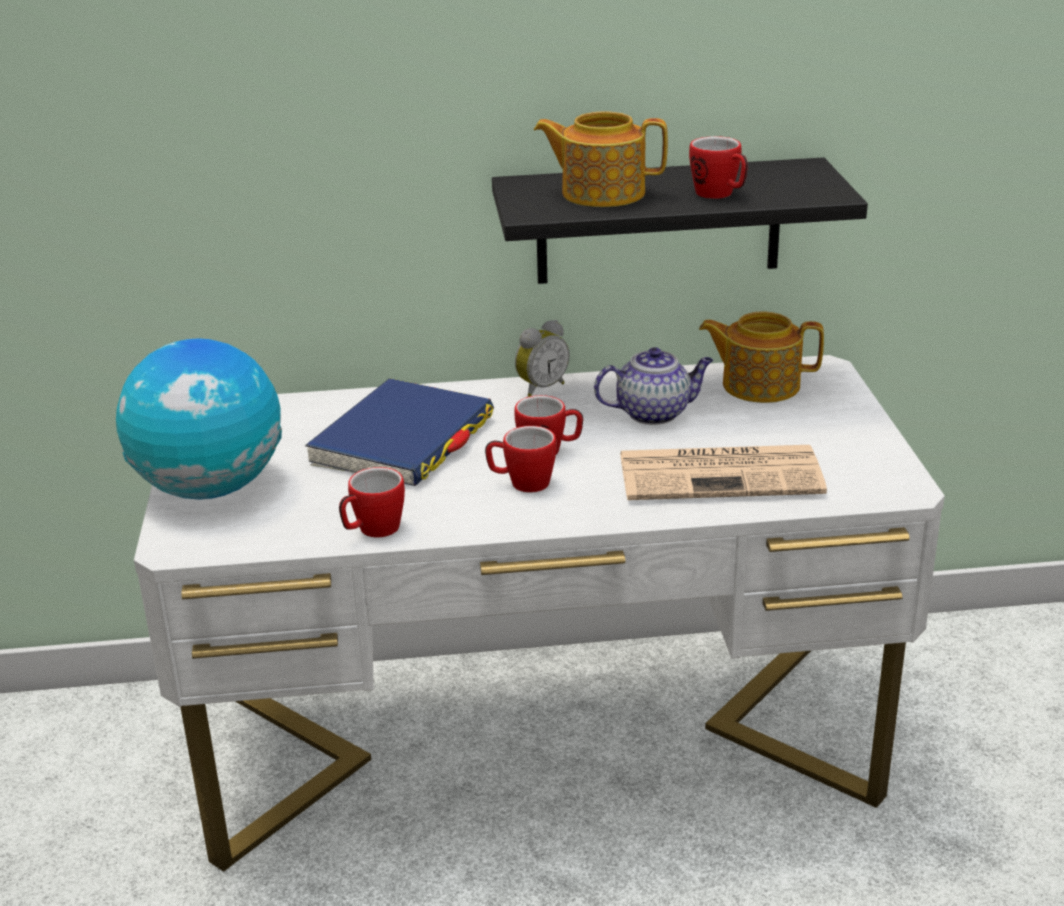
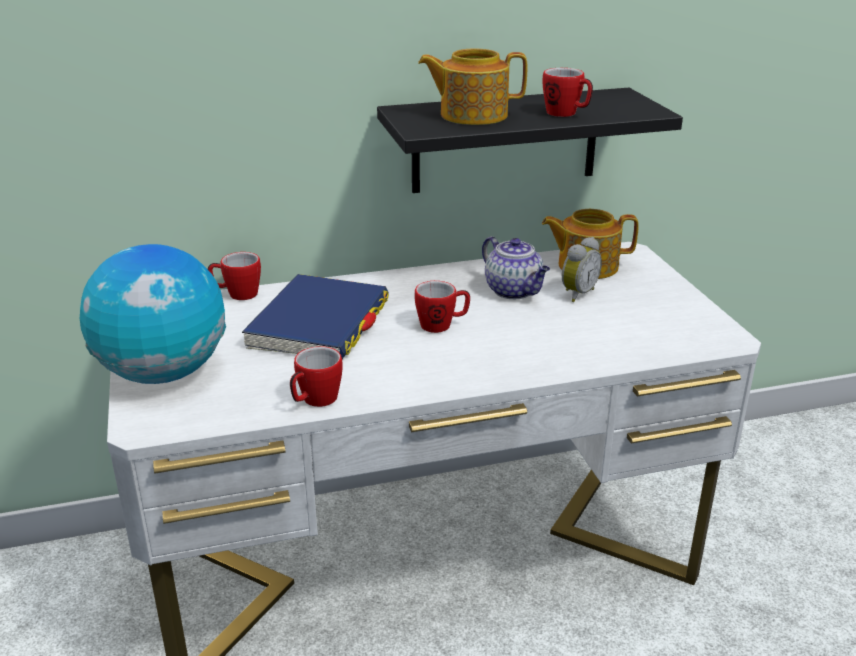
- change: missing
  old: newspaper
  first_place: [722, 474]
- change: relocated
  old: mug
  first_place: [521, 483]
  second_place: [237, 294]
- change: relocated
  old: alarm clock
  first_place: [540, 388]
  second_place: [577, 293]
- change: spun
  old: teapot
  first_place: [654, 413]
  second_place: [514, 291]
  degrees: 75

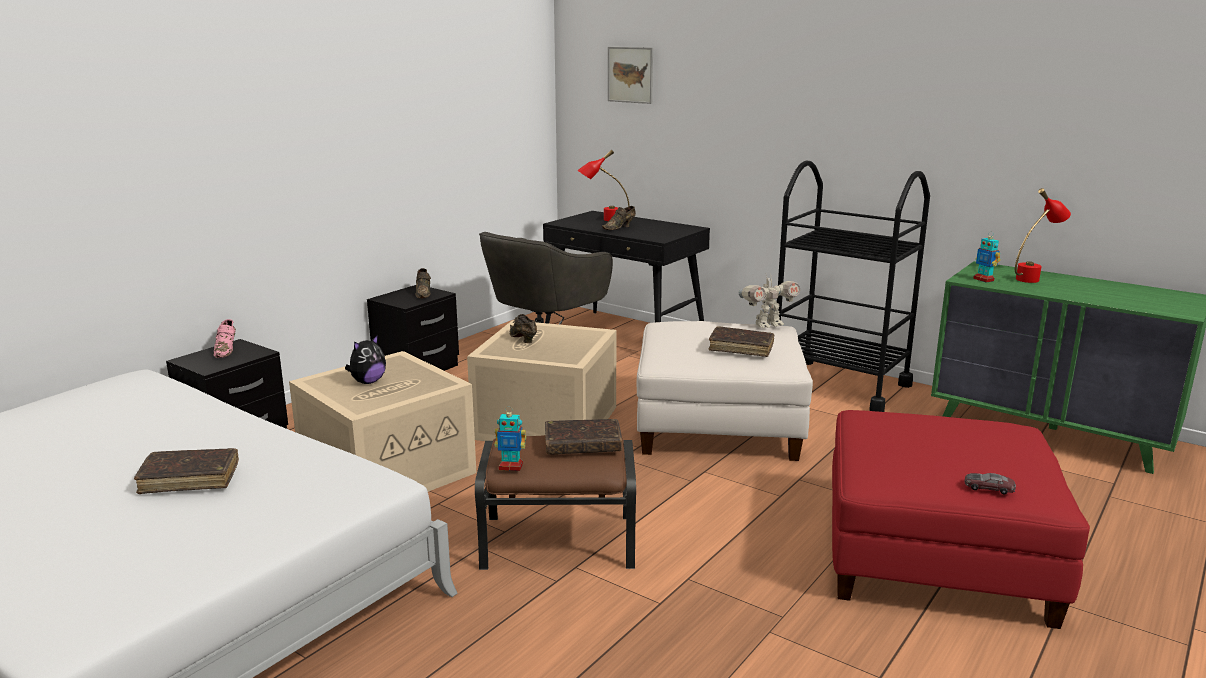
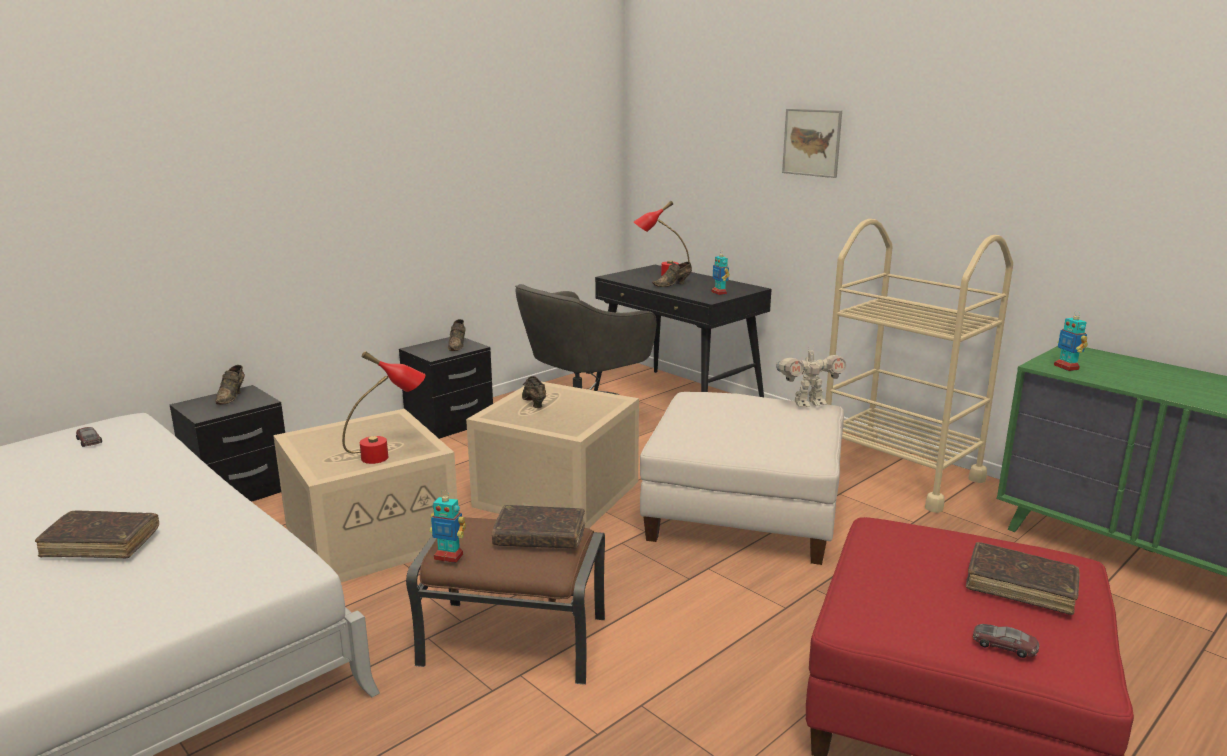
- change: missing
  old: plush toy
  first_place: [368, 382]
- change: appeared
  new: toy car
  second_place: [89, 441]
- change: appeared
  new: toy robot
  second_place: [719, 293]
- change: relocated
  old: picture
  first_place: [630, 75]
  second_place: [812, 142]
- change: relocated
  old: brown book
  first_place: [741, 348]
  second_place: [1020, 587]
- change: relocated
  old: red table lamp
  first_place: [1033, 278]
  second_place: [388, 456]
- change: colour
  old: pink shoe
  new: brown shoe
  first_place: [226, 350]
  second_place: [232, 397]
- change: colour
  old: black cart
  new: beige cart
  first_place: [839, 385]
  second_place: [898, 474]

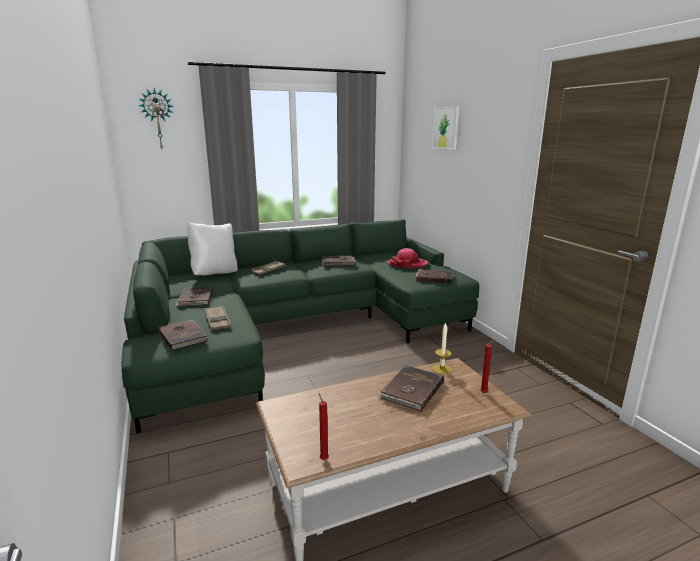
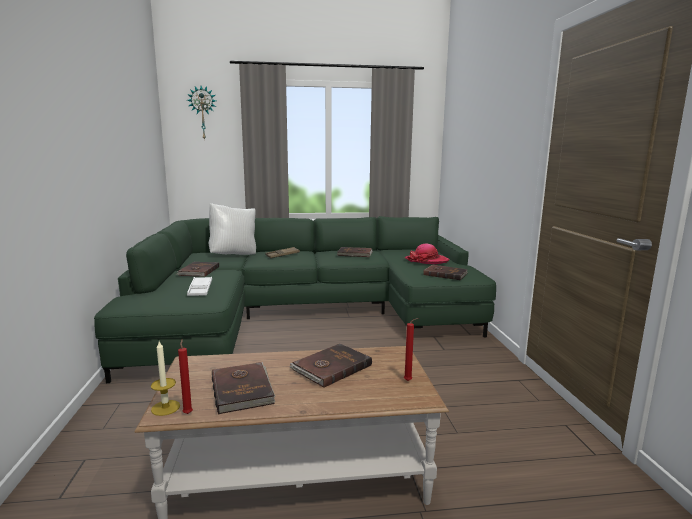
- change: missing
  old: picture
  first_place: [445, 128]
- change: relocated
  old: brown book
  first_place: [183, 336]
  second_place: [243, 389]
- change: relocated
  old: candle
  first_place: [442, 369]
  second_place: [165, 407]
- change: colour
  old: brown tray
  new: white tray
  first_place: [217, 321]
  second_place: [200, 289]

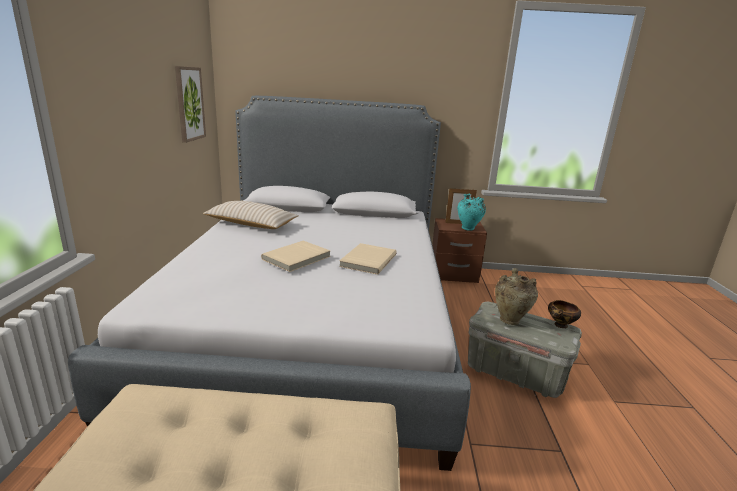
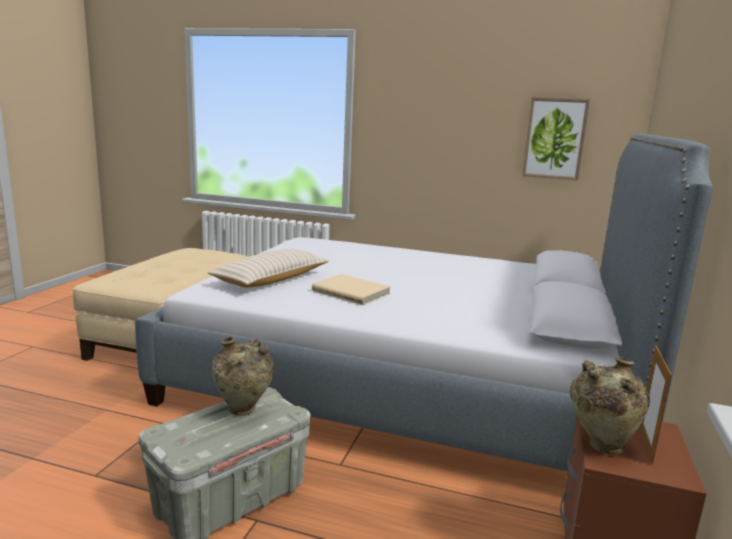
- change: missing
  old: beige book
  first_place: [297, 258]
- change: missing
  old: bowl
  first_place: [560, 325]
- change: relocated
  old: beige pillow
  first_place: [251, 224]
  second_place: [271, 280]
- change: colour
  old: turquoise vase
  new: beige vase
  first_place: [468, 229]
  second_place: [600, 446]

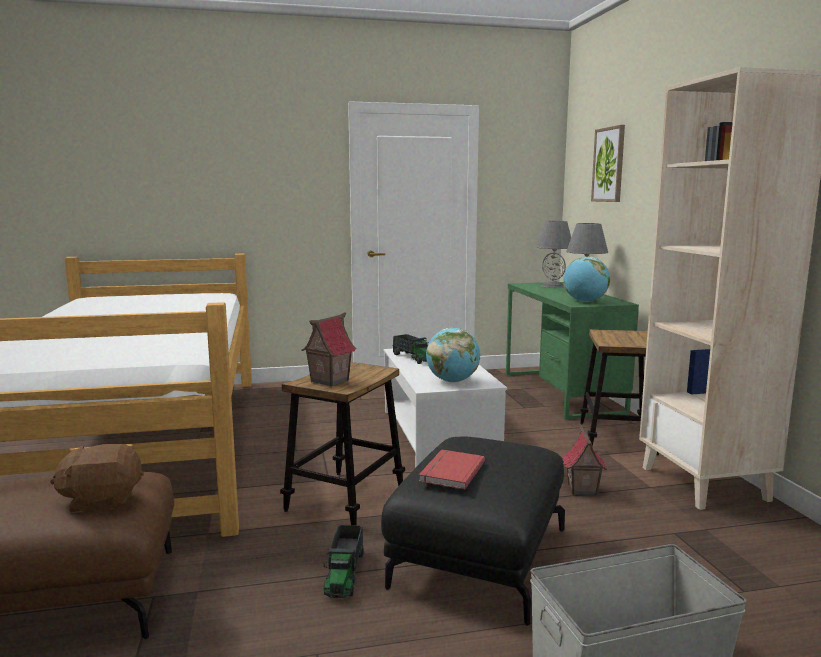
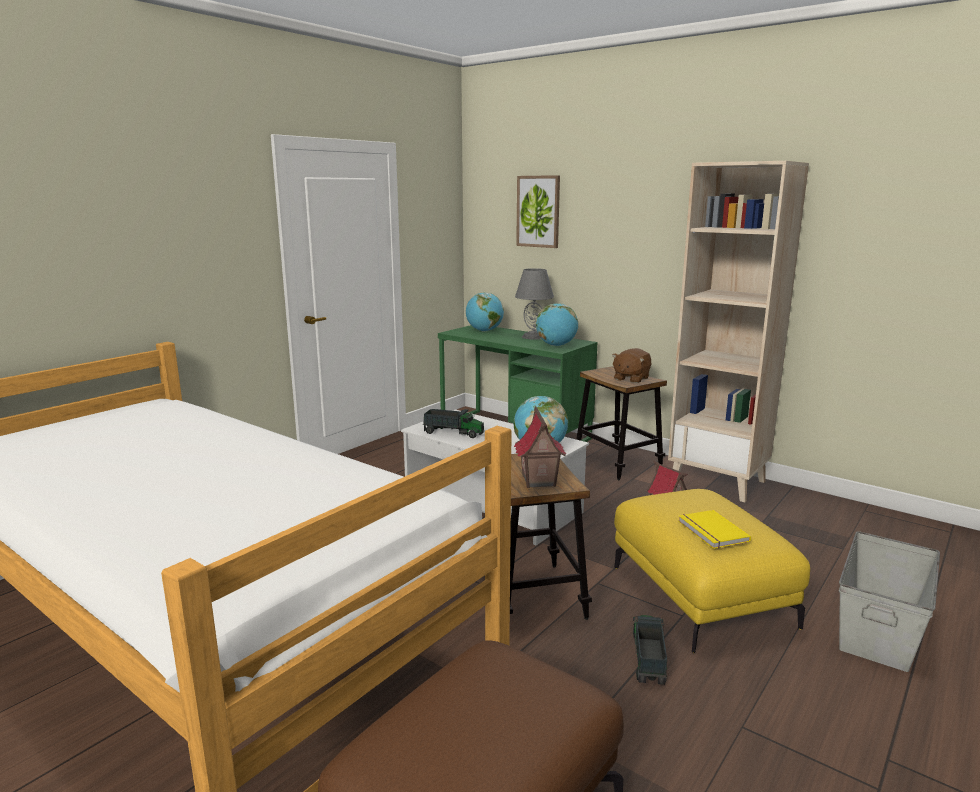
- change: relocated
  old: brown plush toy
  first_place: [102, 500]
  second_place: [630, 379]
- change: exchanged
  old: grey table lamp
  new: globe
  first_place: [552, 286]
  second_place: [484, 331]
- change: colour
  old: black ottoman
  new: yellow ottoman
  first_place: [478, 556]
  second_place: [698, 596]
- change: colour
  old: red book
  new: yellow book
  first_place: [450, 471]
  second_place: [711, 532]
- change: spun
  old: toy truck
  first_place: [345, 574]
  second_place: [648, 658]
  degrees: -135

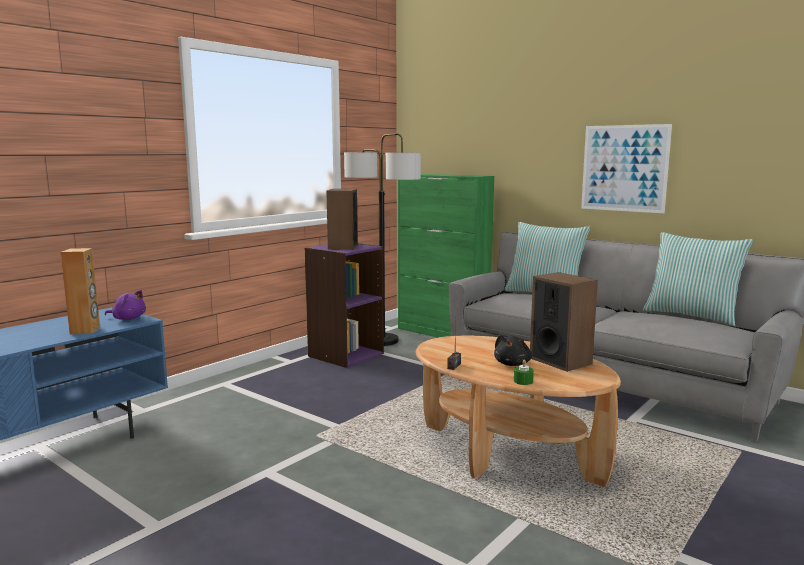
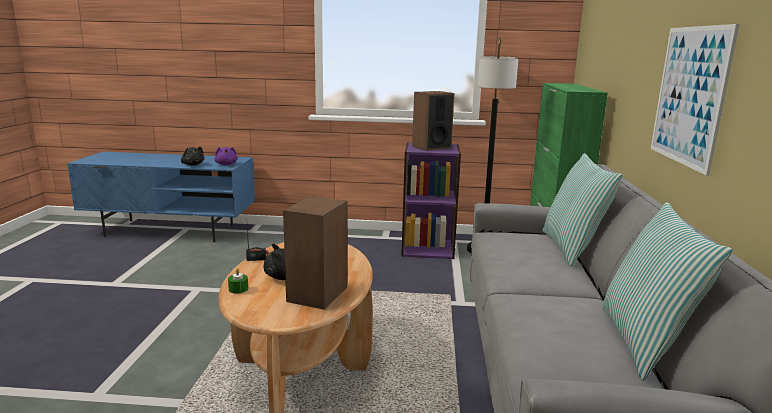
- change: exchanged
  old: brown speaker
  new: black plush toy
  first_place: [85, 330]
  second_place: [193, 165]

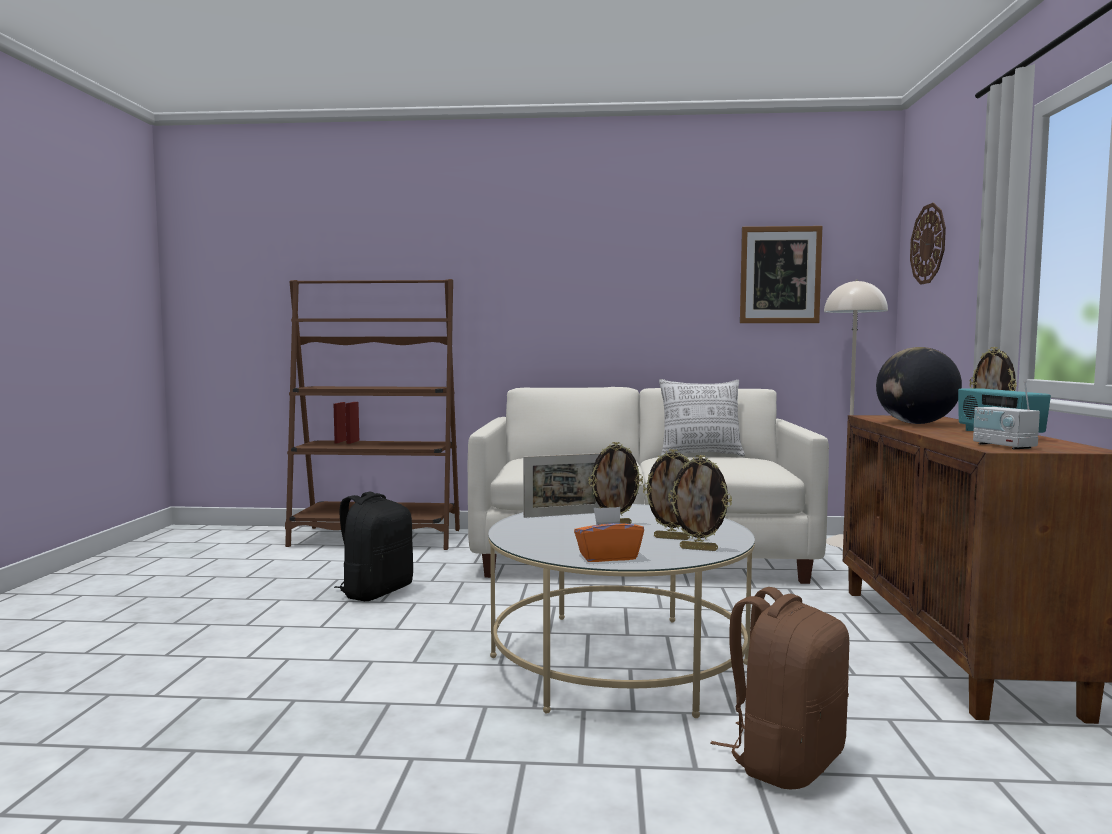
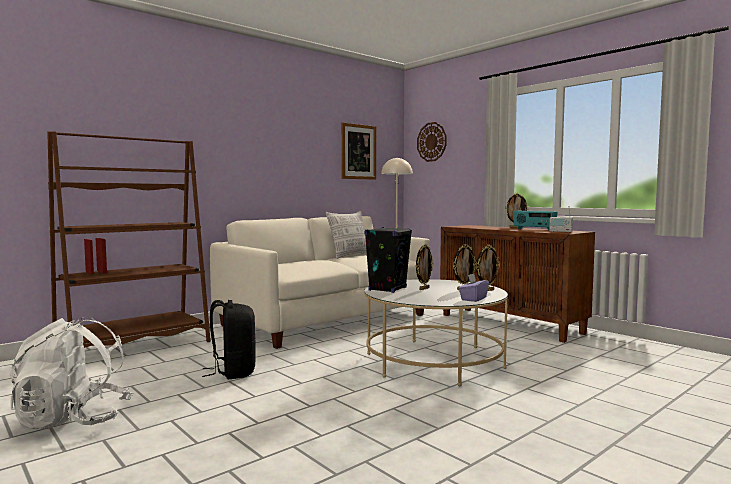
- change: missing
  old: brown backpack
  first_place: [784, 760]
- change: missing
  old: globe
  first_place: [916, 423]
- change: appeared
  new: white backpack
  second_place: [73, 420]
- change: exchanged
  old: picture frame
  new: black speaker
  first_place: [564, 514]
  second_place: [387, 289]
- change: colour
  old: orange tissue box
  new: purple tissue box
  first_place: [608, 557]
  second_place: [473, 299]

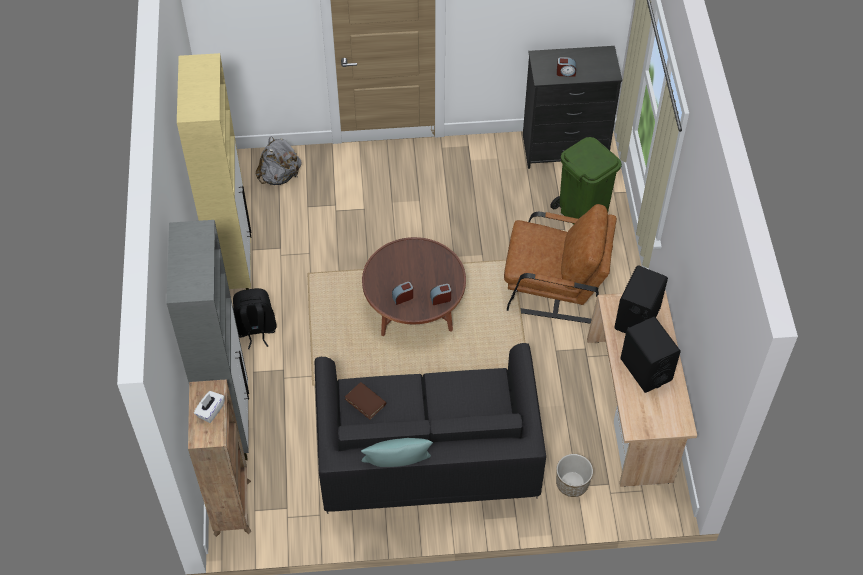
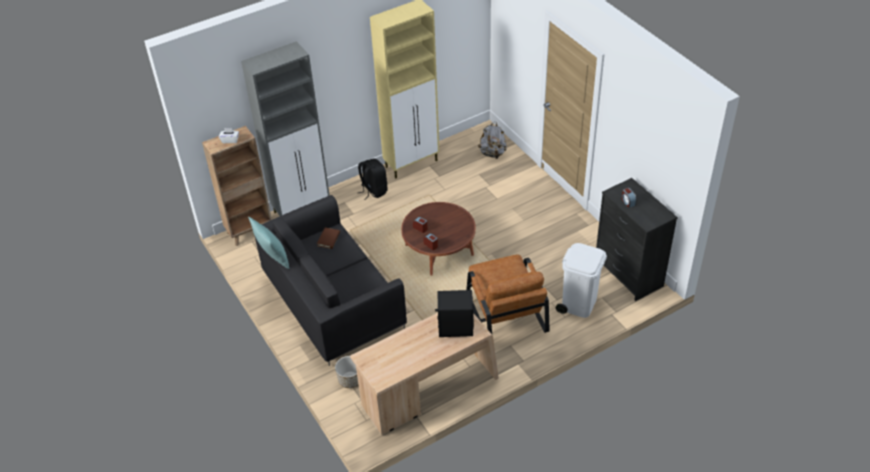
- change: missing
  old: black speaker
  first_place: [645, 369]
- change: colour
  old: green trash can
  new: white trash can
  first_place: [582, 212]
  second_place: [579, 303]

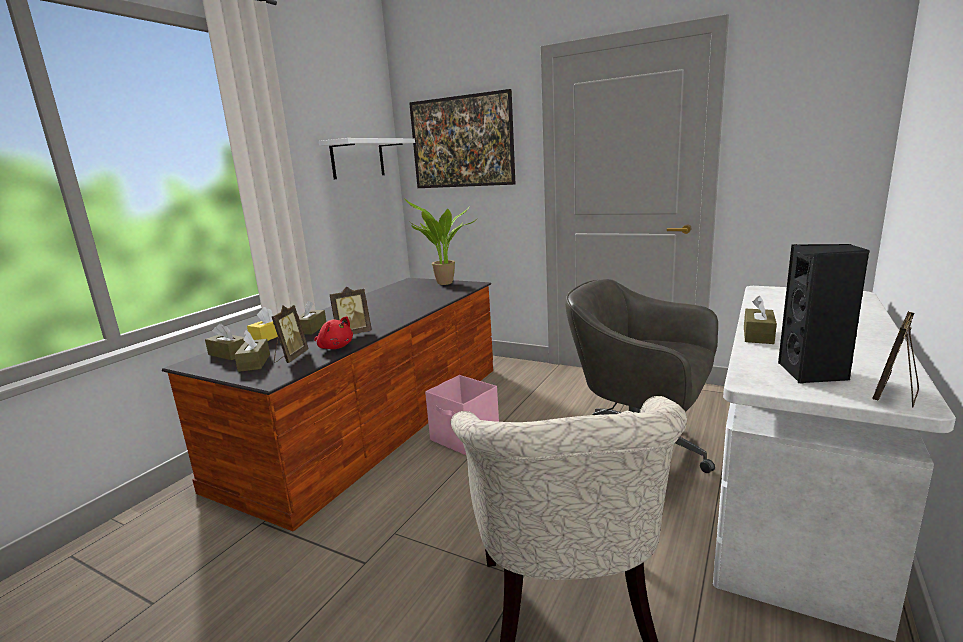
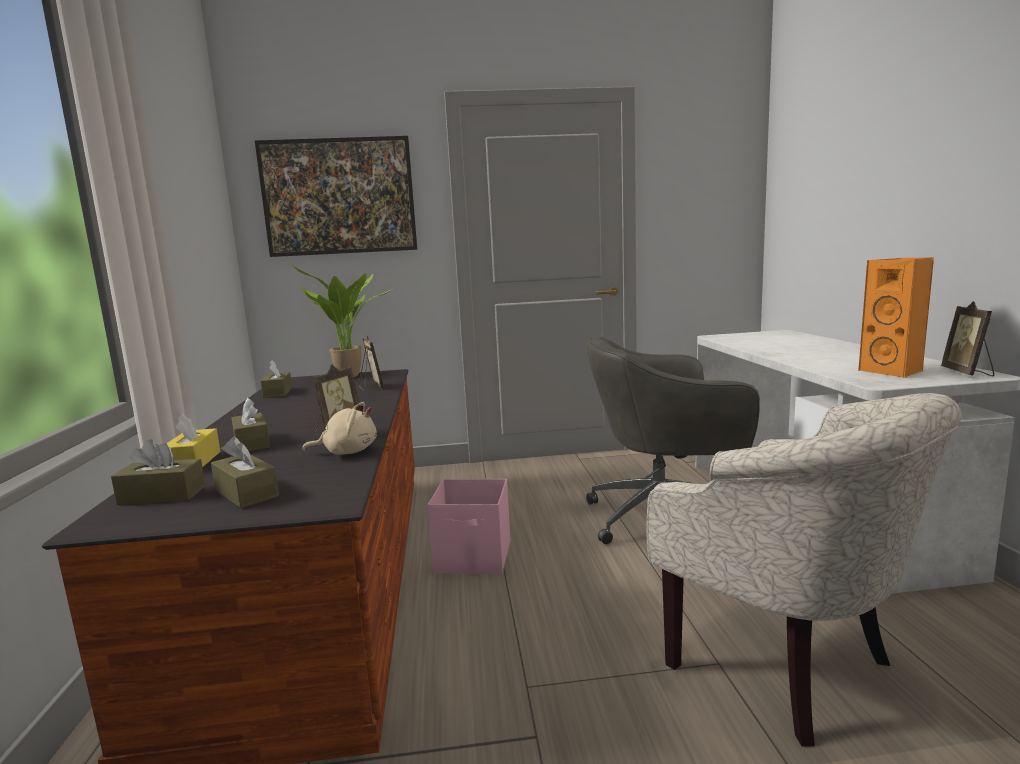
- change: missing
  old: white shelf
  first_place: [358, 159]
- change: relocated
  old: picture frame
  first_place: [291, 357]
  second_place: [371, 388]
- change: relocated
  old: brown tissue box
  first_place: [758, 335]
  second_place: [278, 392]
- change: colour
  old: red plush toy
  new: beige plush toy
  first_place: [335, 347]
  second_place: [347, 452]
- change: colour
  old: black speaker
  new: orange speaker
  first_place: [813, 373]
  second_place: [894, 371]

